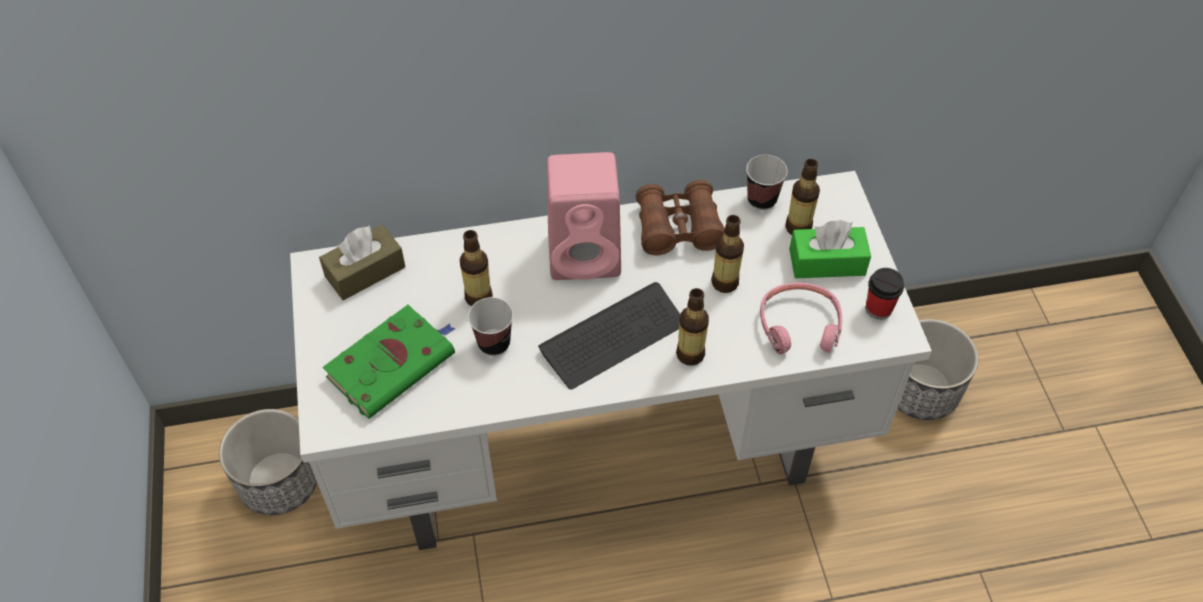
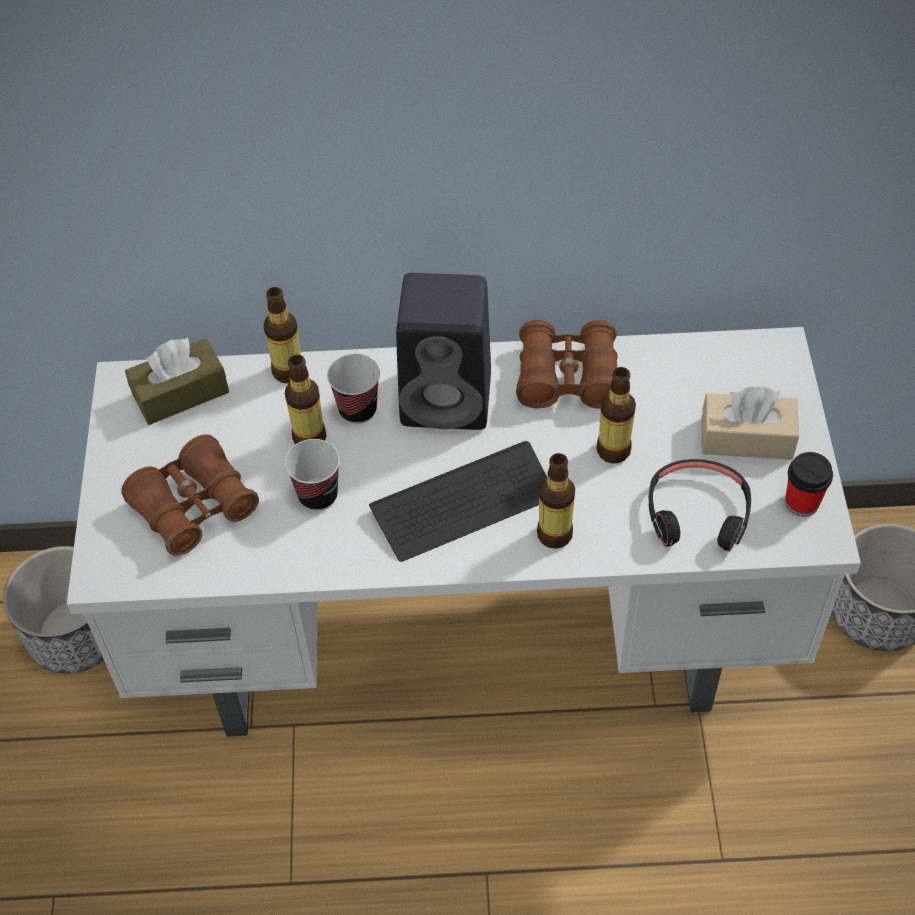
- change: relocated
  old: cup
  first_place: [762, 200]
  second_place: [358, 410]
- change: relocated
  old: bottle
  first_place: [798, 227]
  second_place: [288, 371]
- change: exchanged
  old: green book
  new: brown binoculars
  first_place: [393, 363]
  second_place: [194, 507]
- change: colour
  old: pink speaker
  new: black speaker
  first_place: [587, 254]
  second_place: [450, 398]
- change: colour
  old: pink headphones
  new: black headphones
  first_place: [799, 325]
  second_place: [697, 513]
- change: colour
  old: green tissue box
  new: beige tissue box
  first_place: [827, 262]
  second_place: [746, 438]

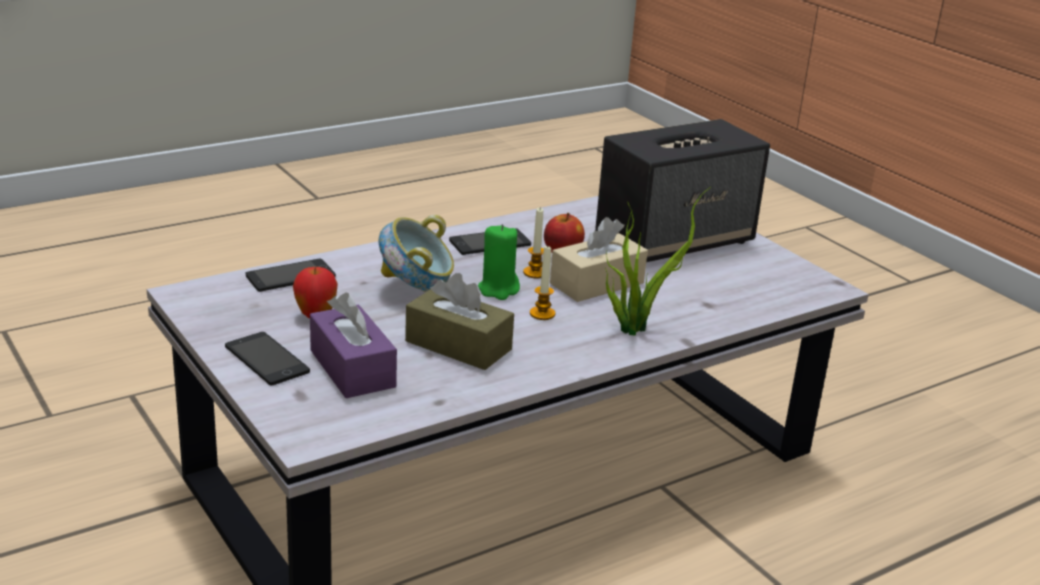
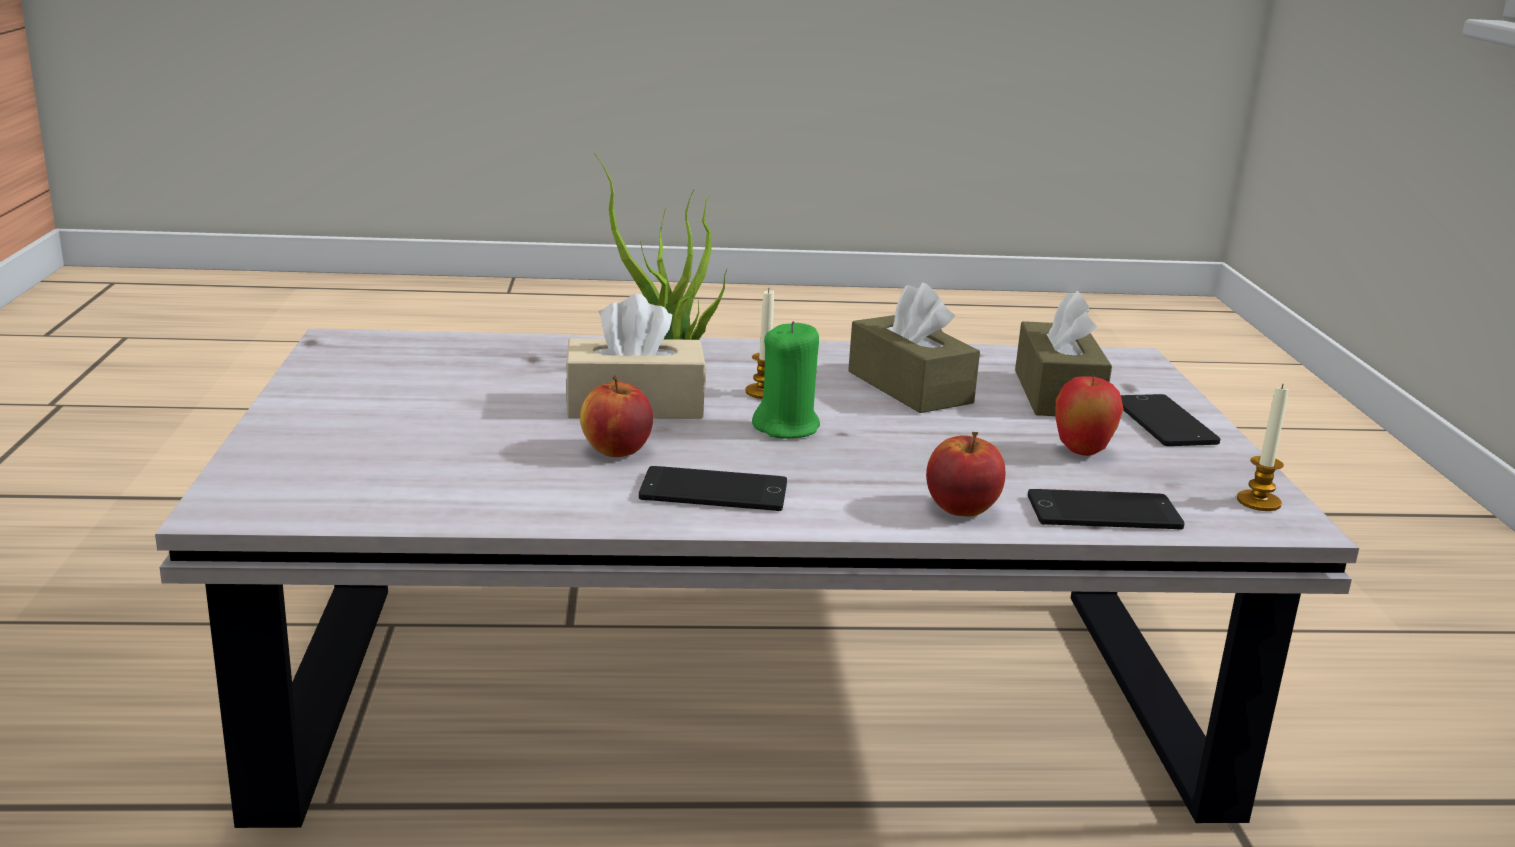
- change: missing
  old: bowl
  first_place: [416, 290]
- change: missing
  old: speaker
  first_place: [675, 240]
- change: appeared
  new: apple
  second_place: [961, 509]
- change: relocated
  old: candle
  first_place: [535, 273]
  second_place: [1258, 502]
- change: colour
  old: purple tissue box
  new: brown tissue box
  first_place: [352, 369]
  second_place: [1057, 394]

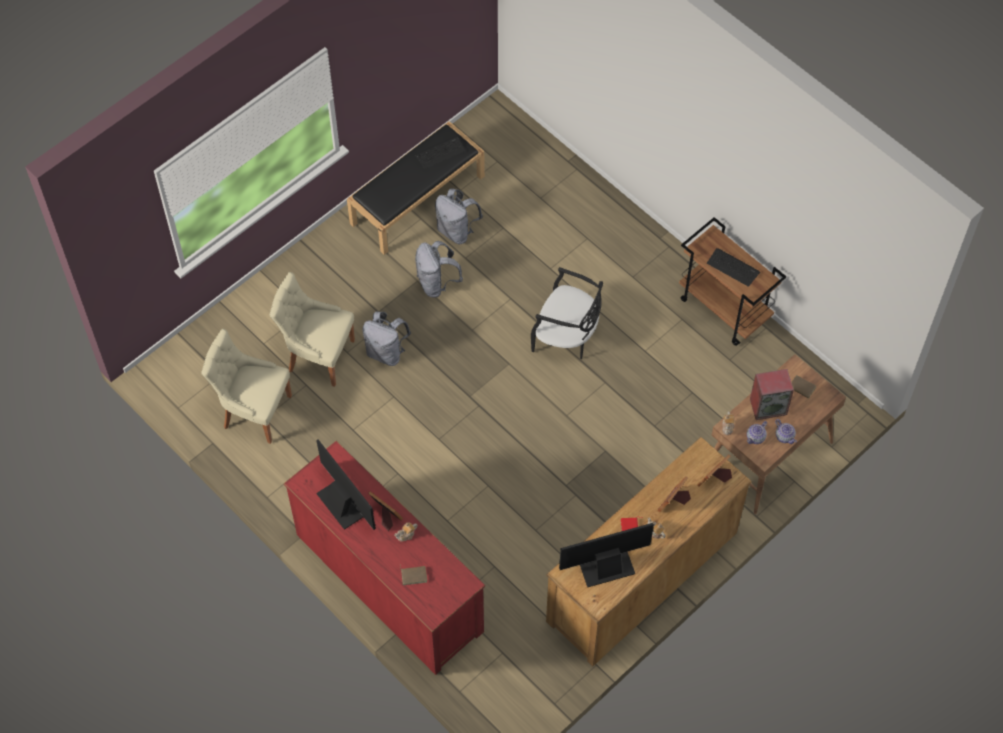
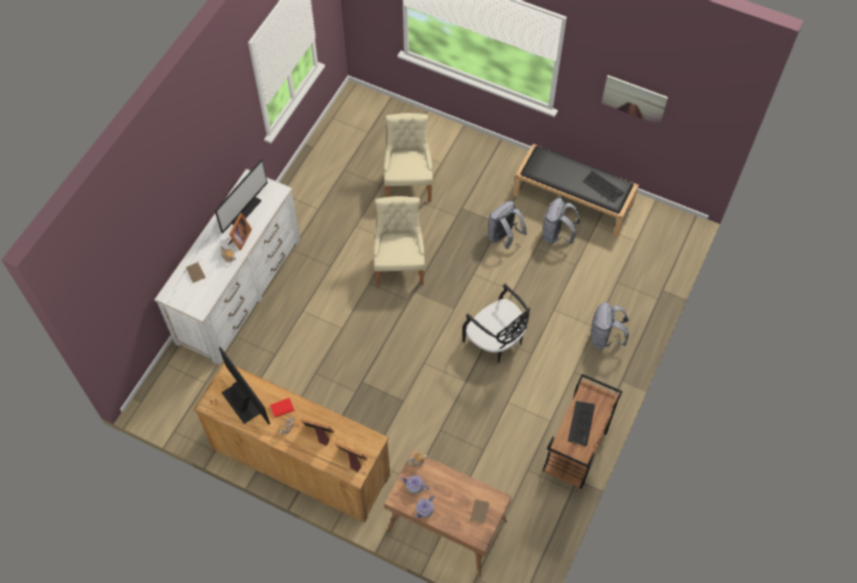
- change: missing
  old: speaker
  first_place: [768, 406]
- change: appeared
  new: picture
  second_place: [634, 99]
- change: relocated
  old: beige chair
  first_place: [254, 411]
  second_place: [399, 266]
- change: relocated
  old: grey backpack
  first_place: [386, 352]
  second_place: [605, 338]
- change: colour
  old: red dresser
  new: white dresser
  first_place: [389, 582]
  second_place: [239, 290]
- change: spun
  old: black chair
  first_place: [566, 336]
  second_place: [495, 341]
  degrees: -45

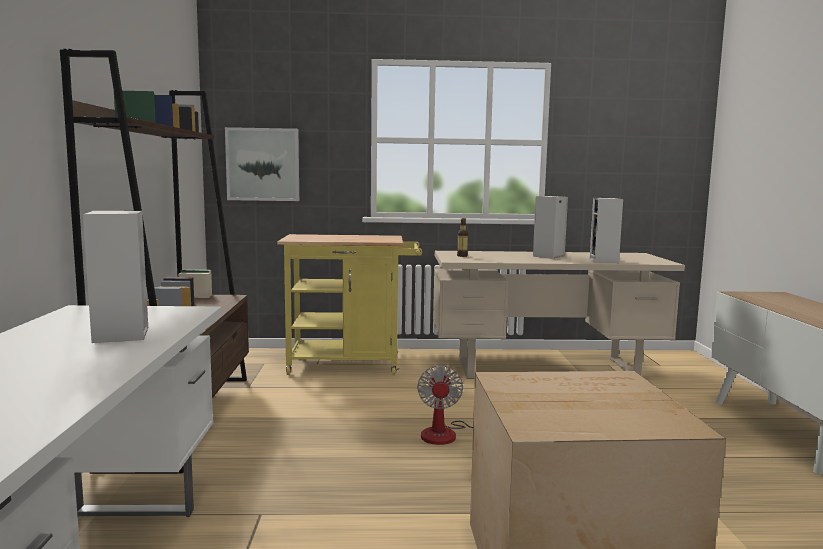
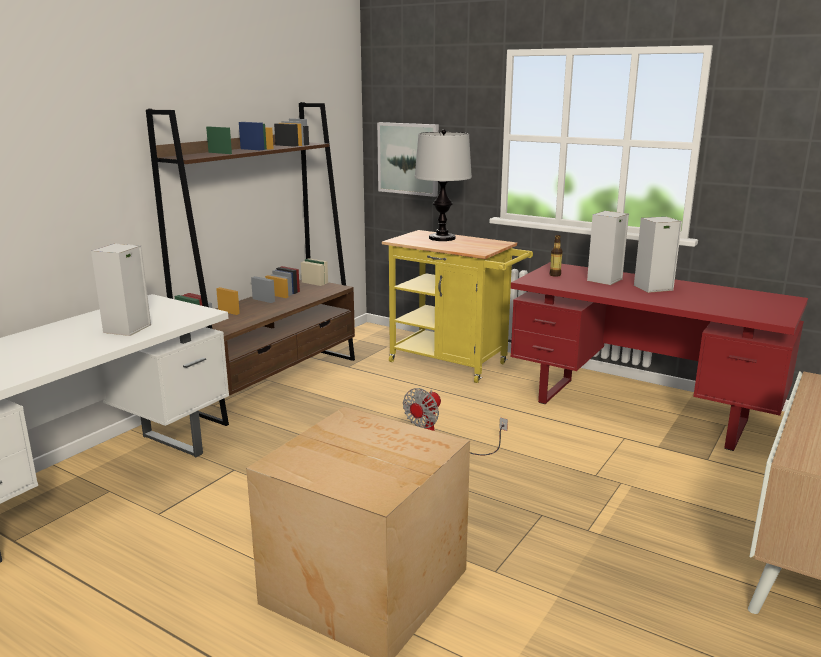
- change: appeared
  new: table lamp
  second_place: [442, 238]
- change: relocated
  old: speaker
  first_place: [604, 261]
  second_place: [604, 280]
- change: colour
  old: beige desk
  new: red desk
  first_place: [546, 368]
  second_place: [641, 411]

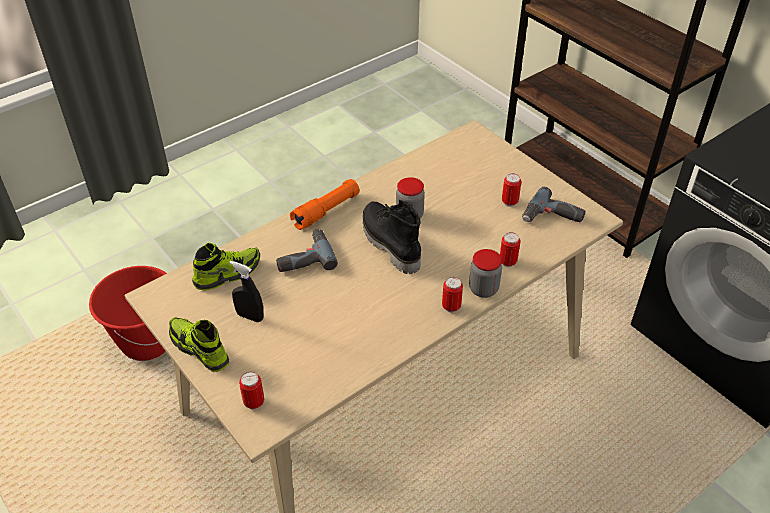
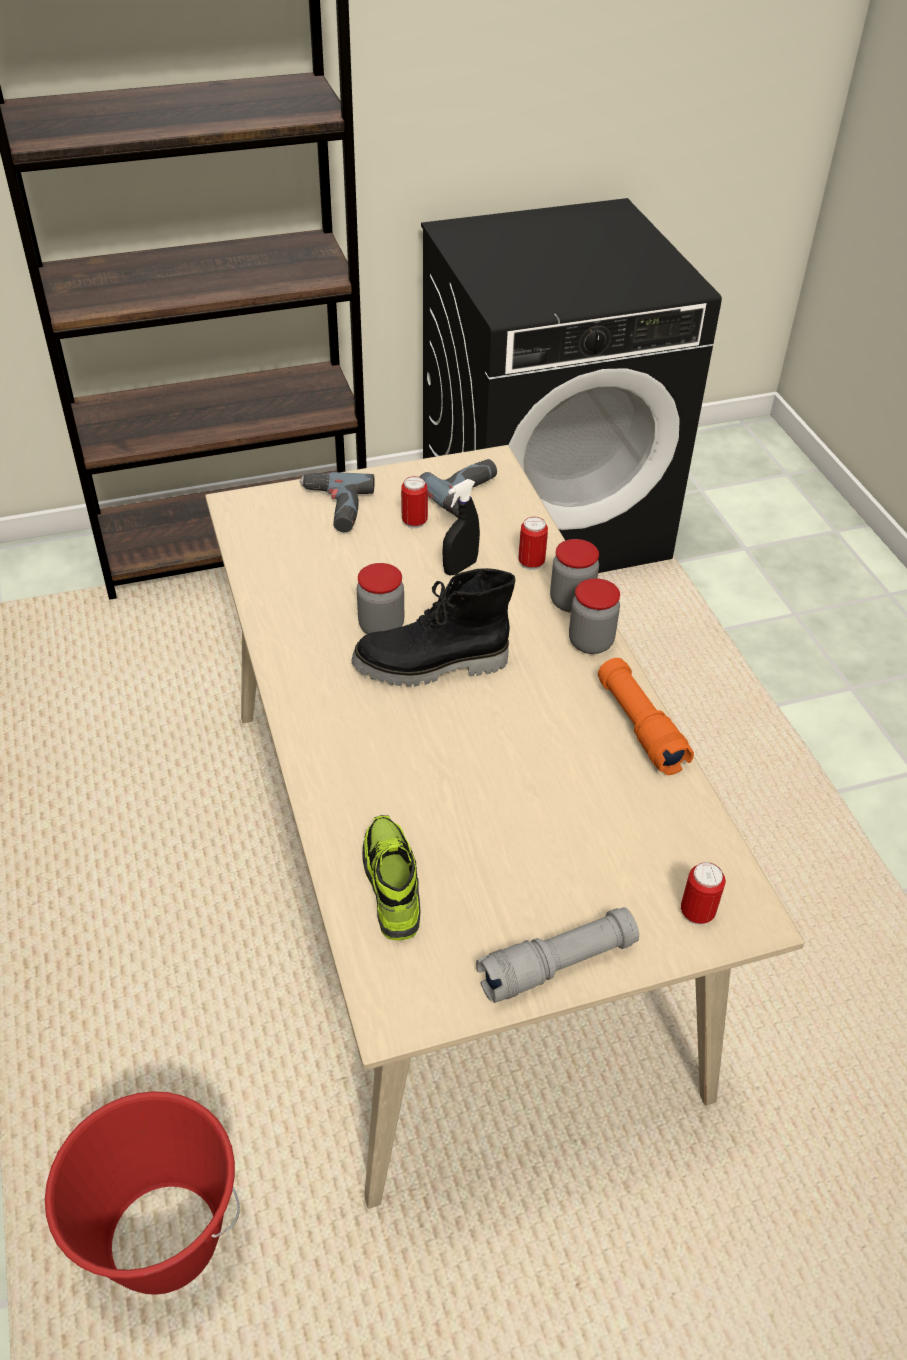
- change: relocated
  old: black spray bottle
  first_place: [250, 316]
  second_place: [460, 567]
- change: relocated
  old: power drill
  first_place: [304, 257]
  second_place: [333, 508]
- change: relocated
  old: orange flashlight
  first_place: [326, 211]
  second_place: [640, 726]
- change: exchanged
  old: shoe
  new: grey flashlight
  first_place: [199, 349]
  second_place: [557, 965]
- change: exchanged
  old: can
  new: jar
  first_place: [451, 307]
  second_place: [590, 642]

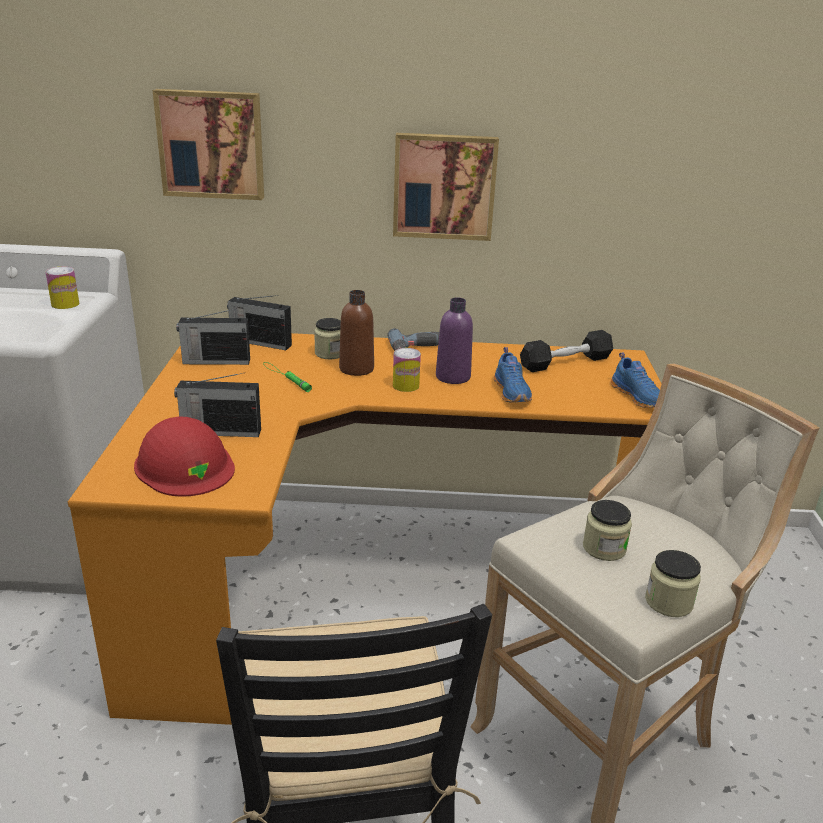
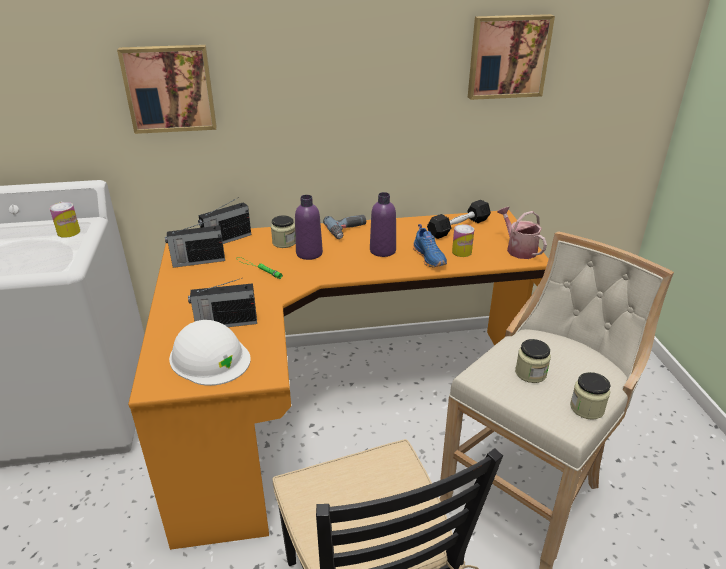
- change: relocated
  old: picture
  first_place: [444, 186]
  second_place: [508, 56]
- change: relocated
  old: can
  first_place: [406, 385]
  second_place: [461, 252]
- change: exchanged
  old: blue shoe
  new: watering can
  first_place: [638, 397]
  second_place: [518, 249]
- change: colour
  old: red hard hat
  new: white hard hat
  first_place: [185, 465]
  second_place: [209, 357]
- change: colour
  old: brown bottle
  new: purple bottle
  first_place: [356, 369]
  second_place: [309, 253]
- change: spun
  old: radio
  first_place: [260, 342]
  second_place: [226, 240]
  degrees: -45

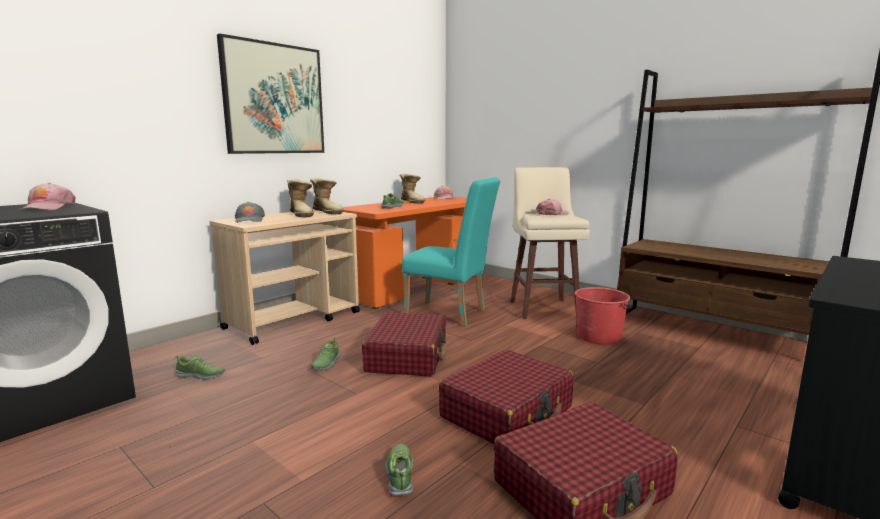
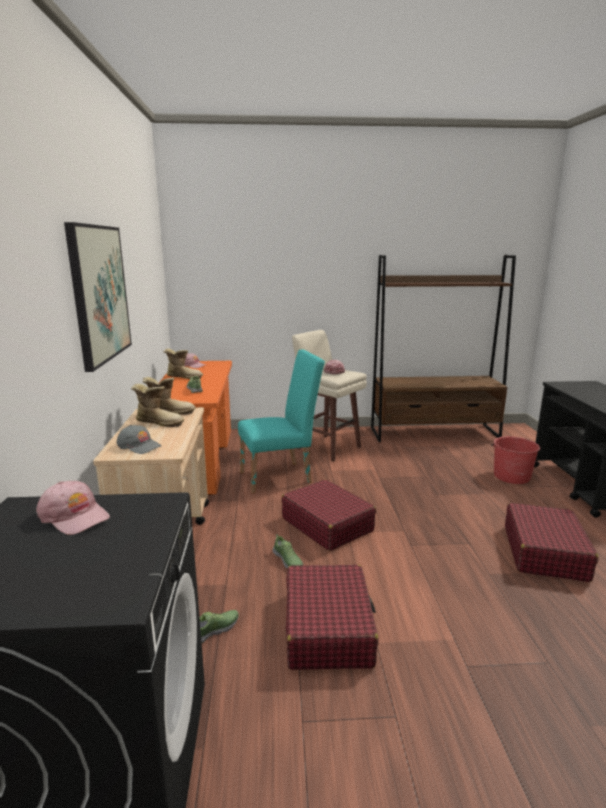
- change: missing
  old: shoe
  first_place: [400, 475]
- change: relocated
  old: red suitcase
  first_place: [507, 413]
  second_place: [328, 628]
- change: relocated
  old: red bucket
  first_place: [599, 336]
  second_place: [511, 476]

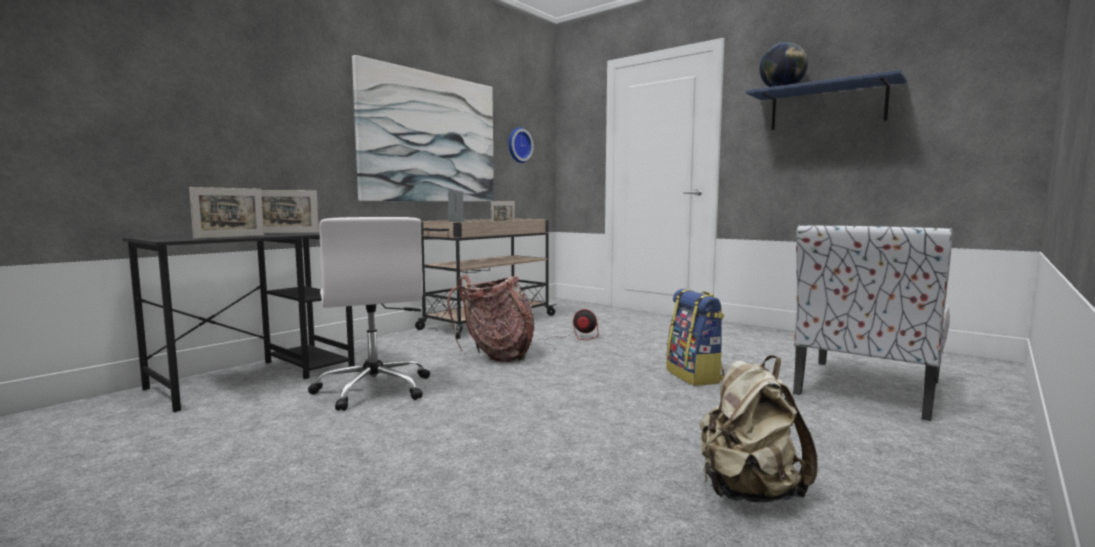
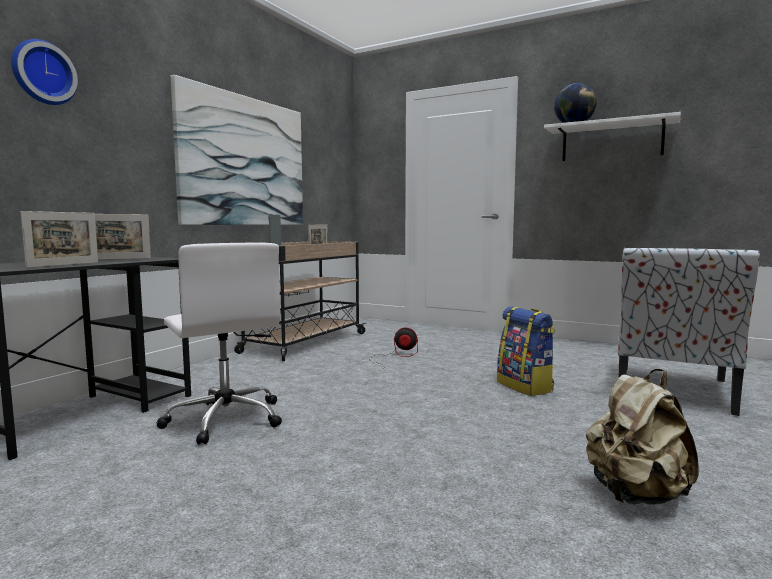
- change: missing
  old: backpack
  first_place: [497, 354]
- change: relocated
  old: wall clock
  first_place: [518, 145]
  second_place: [43, 73]
- change: colour
  old: blue shelf
  new: white shelf
  first_place: [827, 107]
  second_place: [611, 142]

